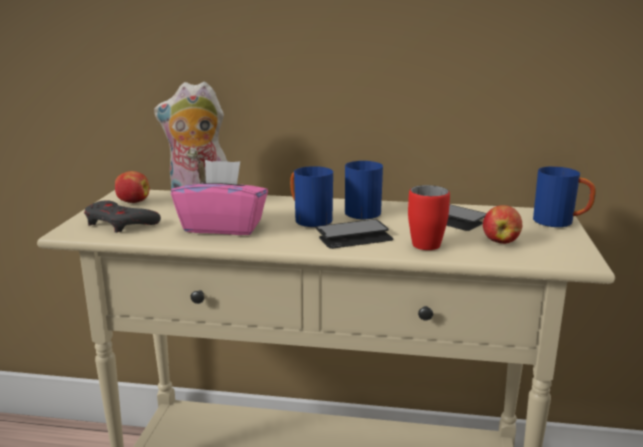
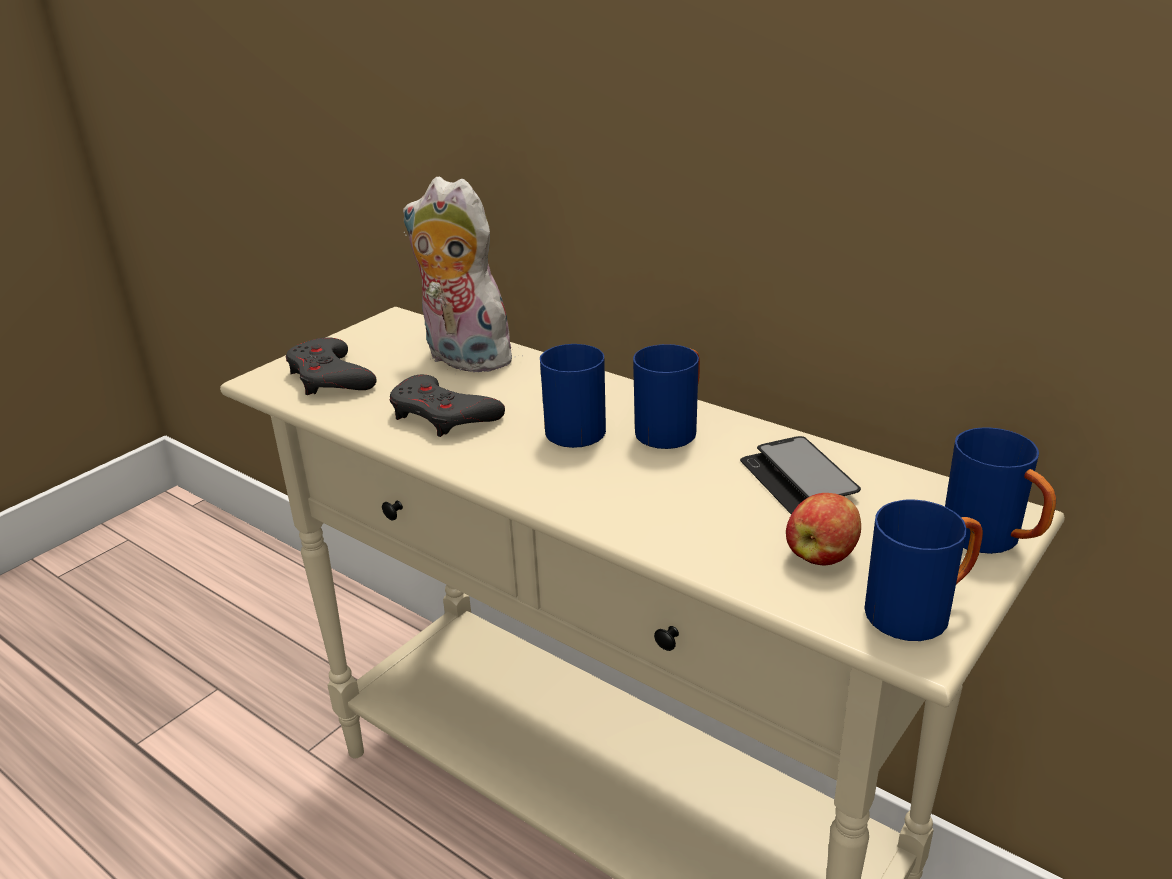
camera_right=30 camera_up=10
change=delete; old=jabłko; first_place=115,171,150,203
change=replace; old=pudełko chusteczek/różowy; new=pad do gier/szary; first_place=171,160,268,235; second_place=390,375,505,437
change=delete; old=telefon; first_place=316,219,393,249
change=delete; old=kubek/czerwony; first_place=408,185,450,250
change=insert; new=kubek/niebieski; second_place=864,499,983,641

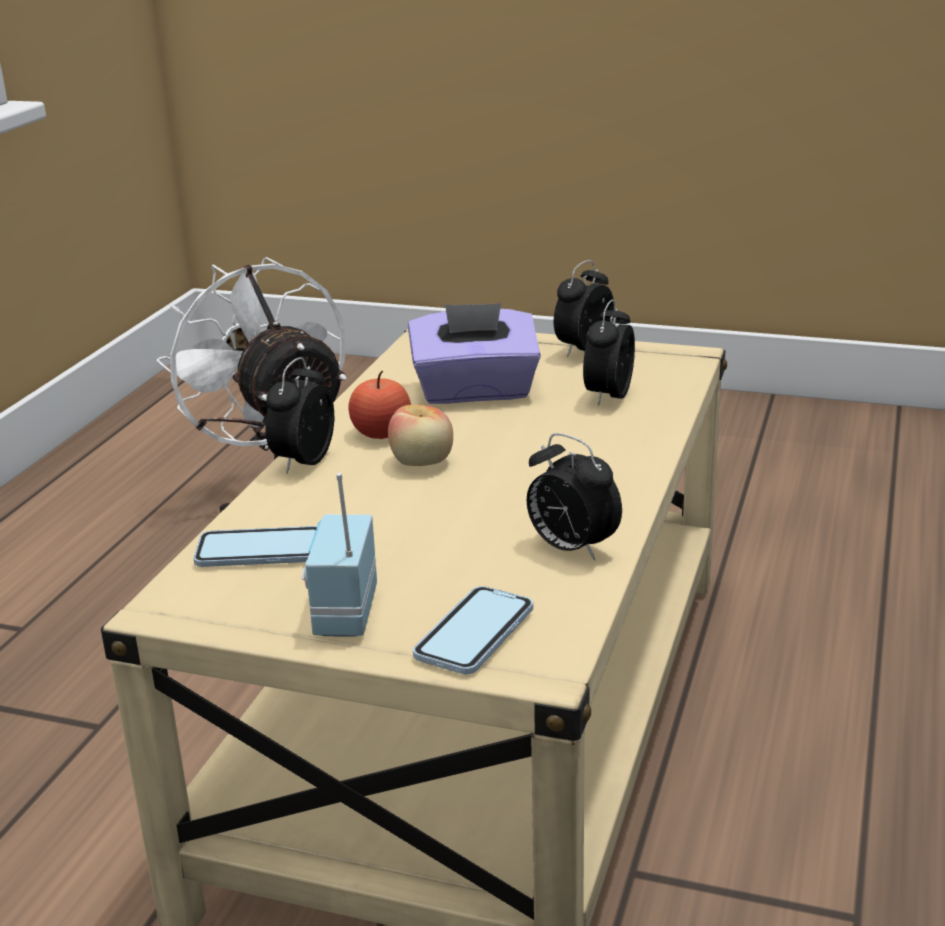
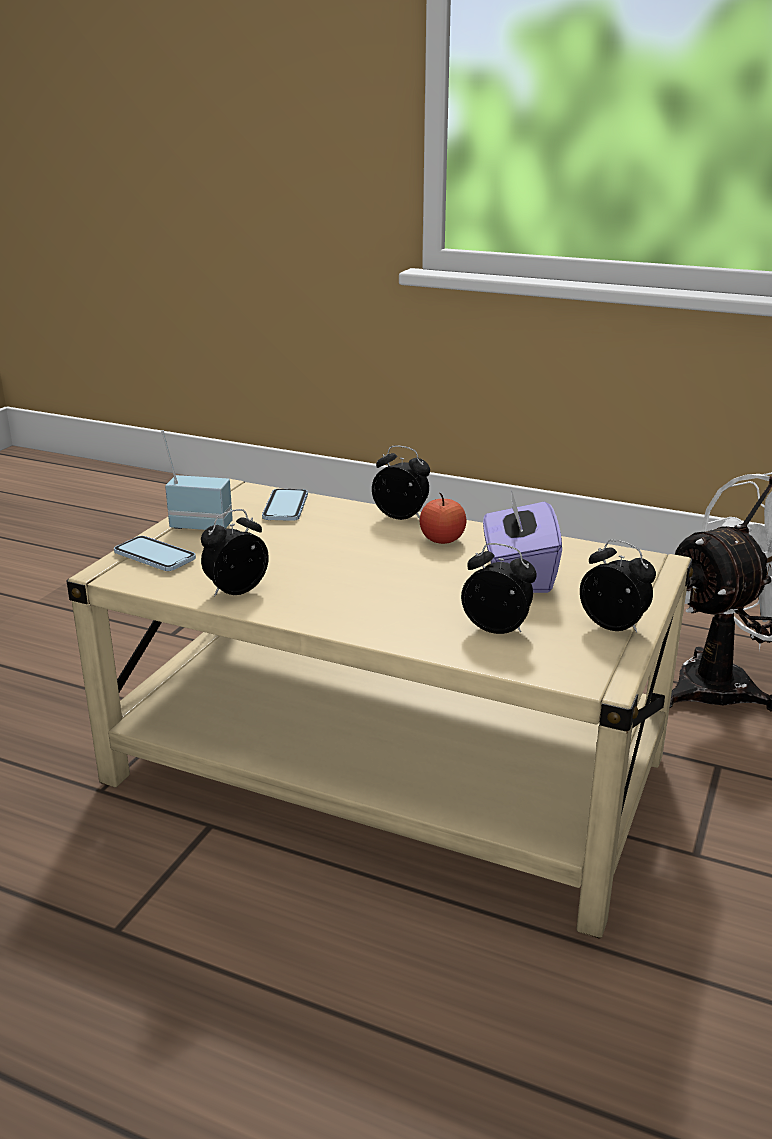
camera_right=95 camera_up=0
change=delete; old=jabłko; first_place=388,405,453,466

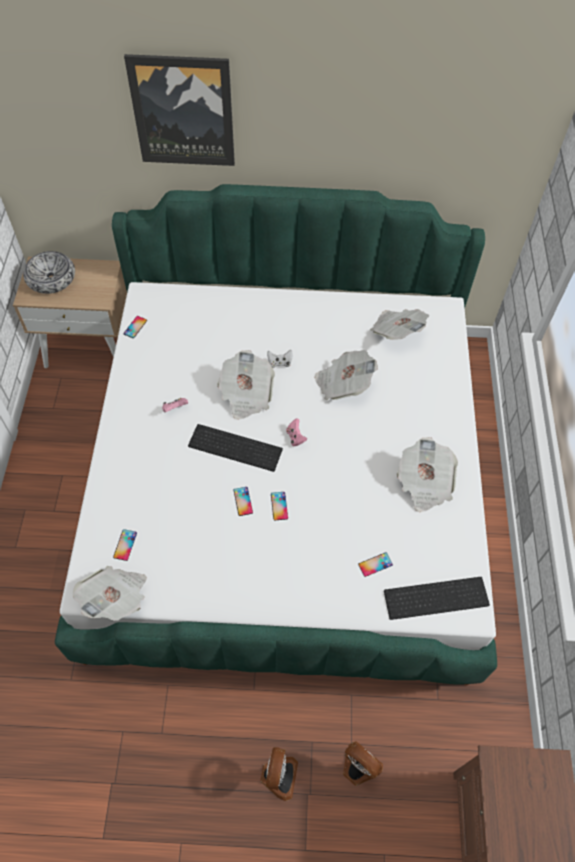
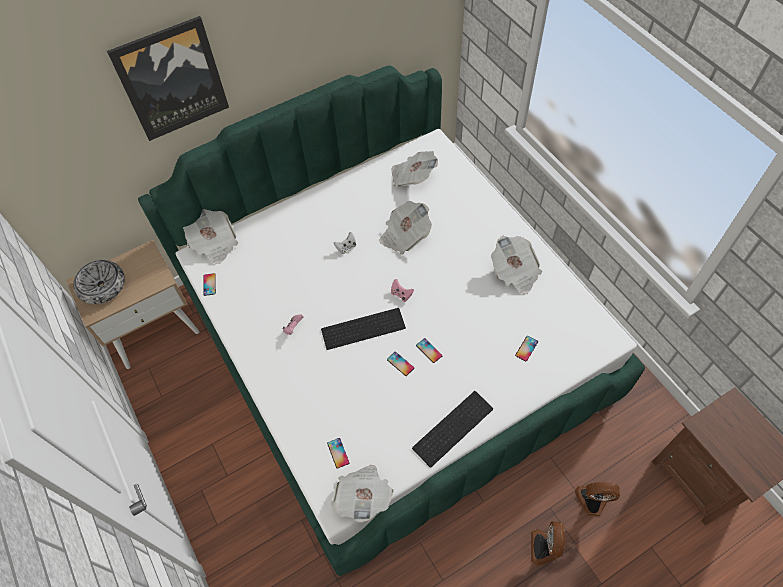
camera_right=-30 camera_up=0
change=move; old=gazeta; first_place=217,350,275,420; second_place=183,209,238,264
change=rotate; old=wentylator; first_place=260,747,298,801; second_place=531,521,565,566; degrees=-150
change=move; old=klawiatura; first_place=384,577,490,620; second_place=412,391,493,468

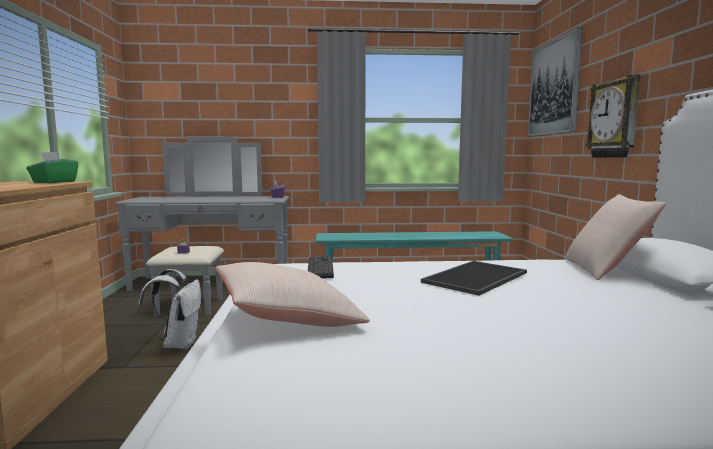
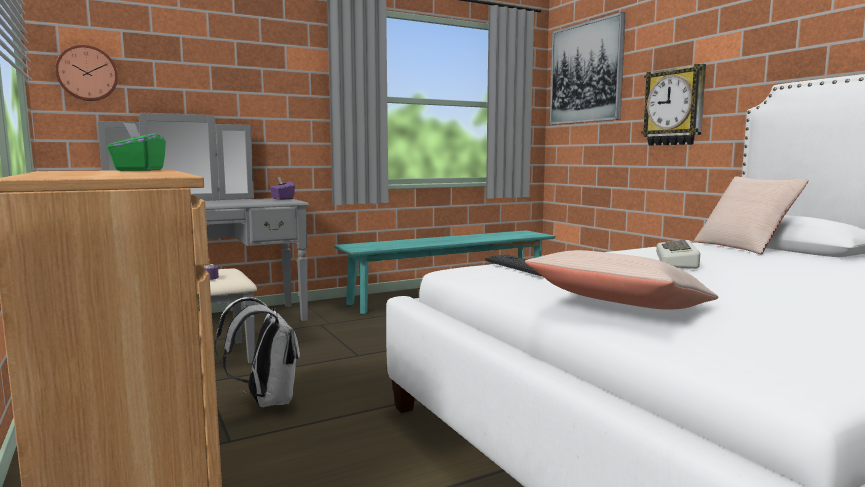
camera_right=-25 camera_up=0
change=replace; old=taca; new=klawiatura; first_place=421,261,527,296; second_place=656,240,700,269
change=insert; new=zegar ścienny; second_place=55,45,118,101

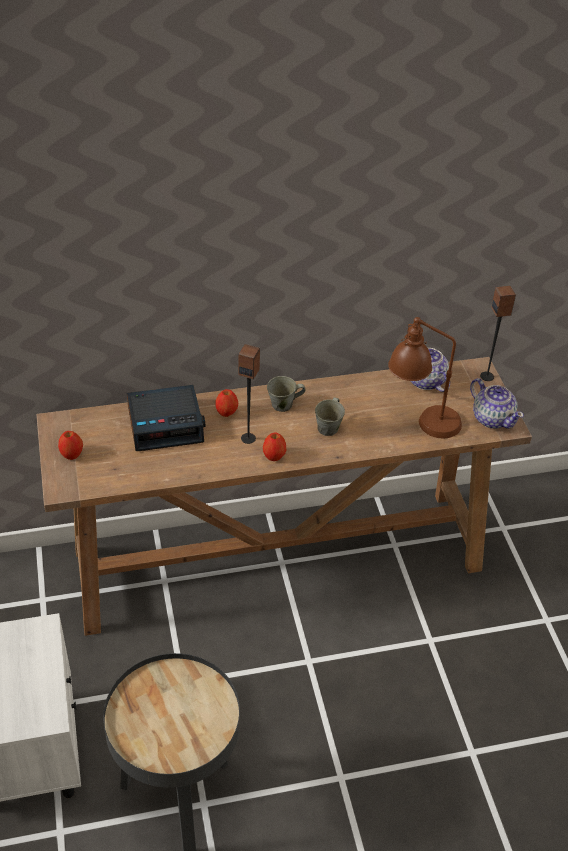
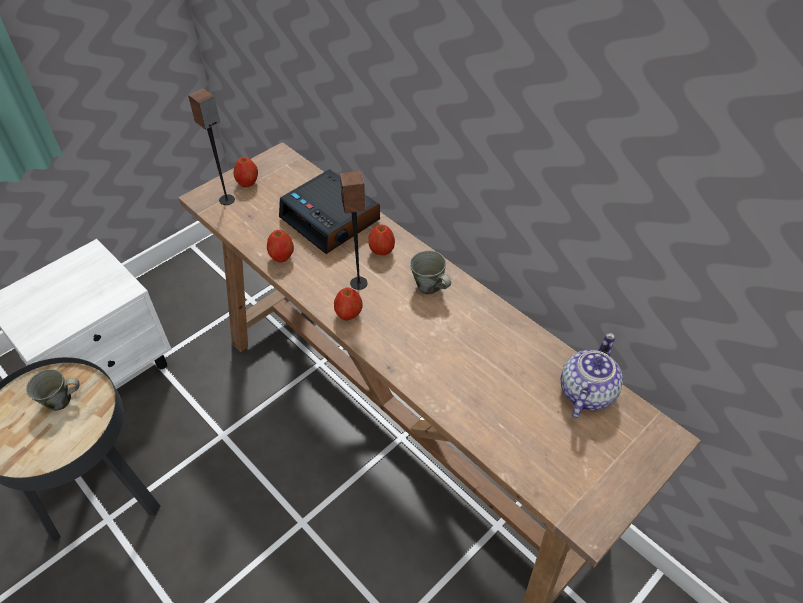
camera_right=60 camera_up=5
change=move; old=kubek/szary; first_place=315,398,345,436; second_place=26,369,79,411
change=delete; old=lampa stołowa/brązowy; first_place=388,317,462,439
change=delete; old=imbryk; first_place=470,378,524,429
change=move; old=głośnik; first_place=480,286,516,381; second_place=188,88,235,205
change=insert; new=jabłko; second_place=267,230,294,262

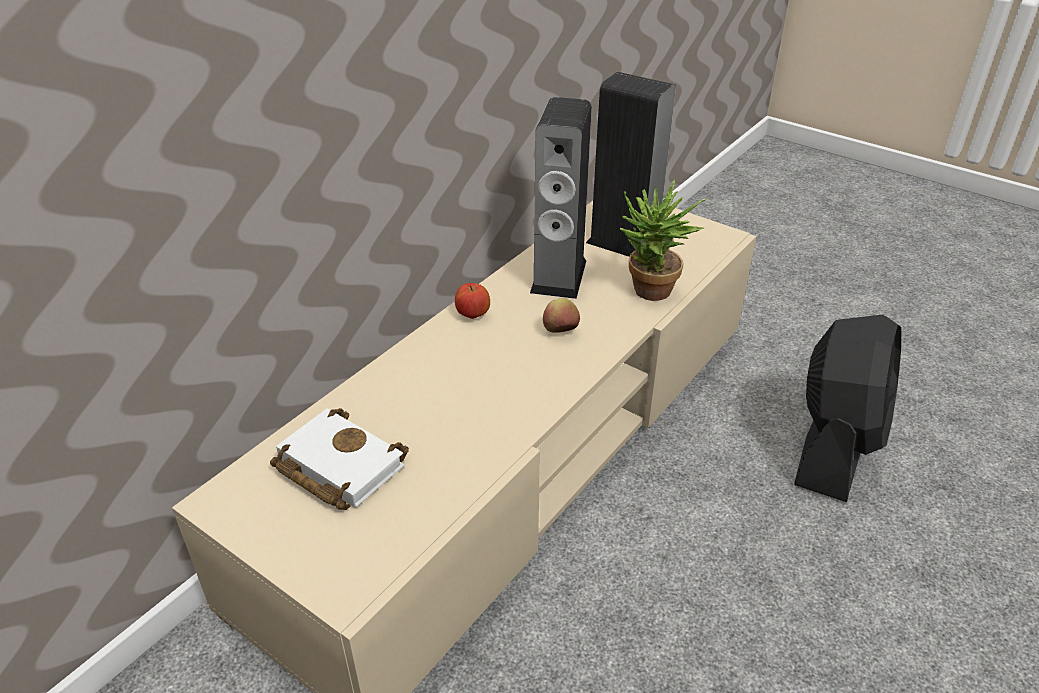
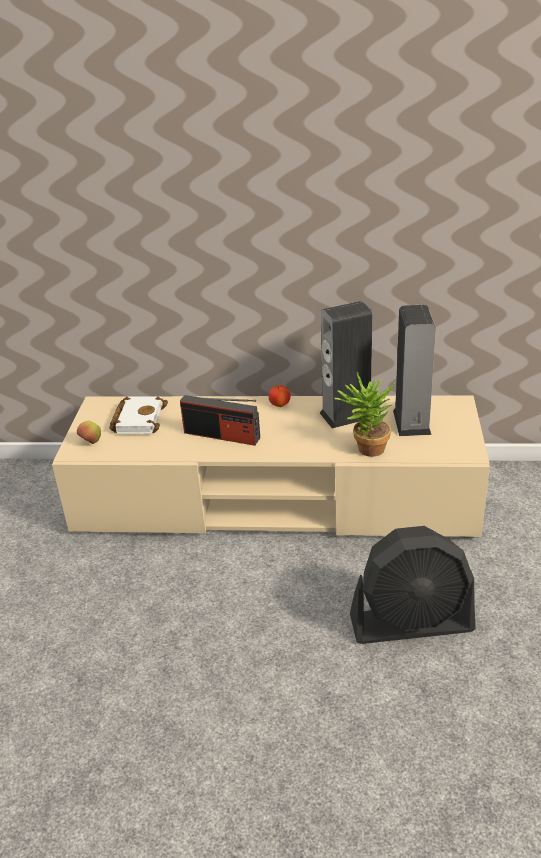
camera_right=60 camera_up=-5
change=move; old=jabłko; first_place=543,298,580,333; second_place=77,421,101,444
change=insert; new=radio; second_place=180,395,260,446

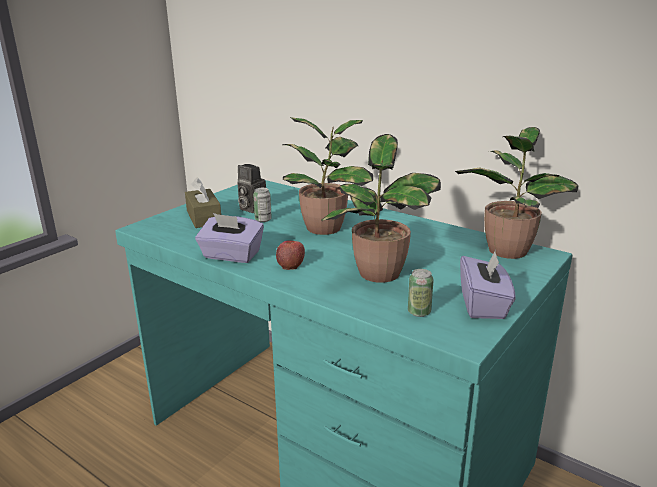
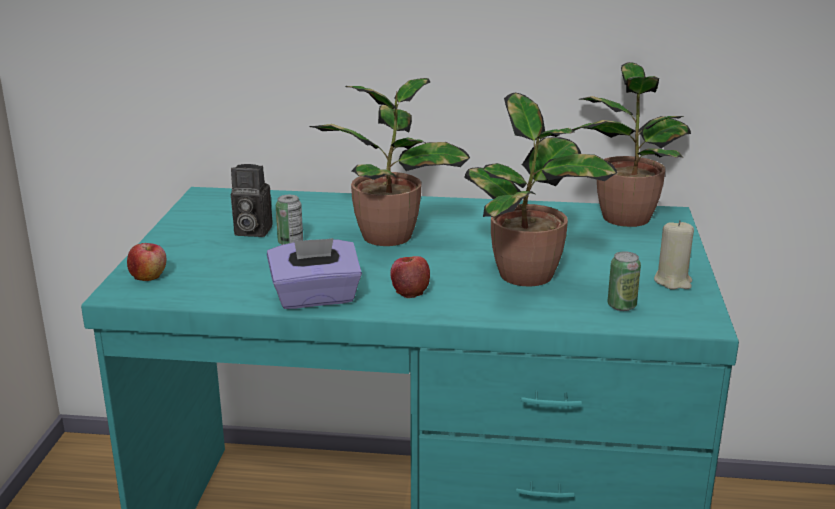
camera_right=-30 camera_up=0
change=delete; old=pudełko chusteczek/brązowy; first_place=185,178,221,228
change=replace; old=pudełko chusteczek/fioletowy; new=świeca/beżowy; first_place=460,250,516,319; second_place=654,220,694,290
change=insert; new=jabłko; second_place=127,243,166,281

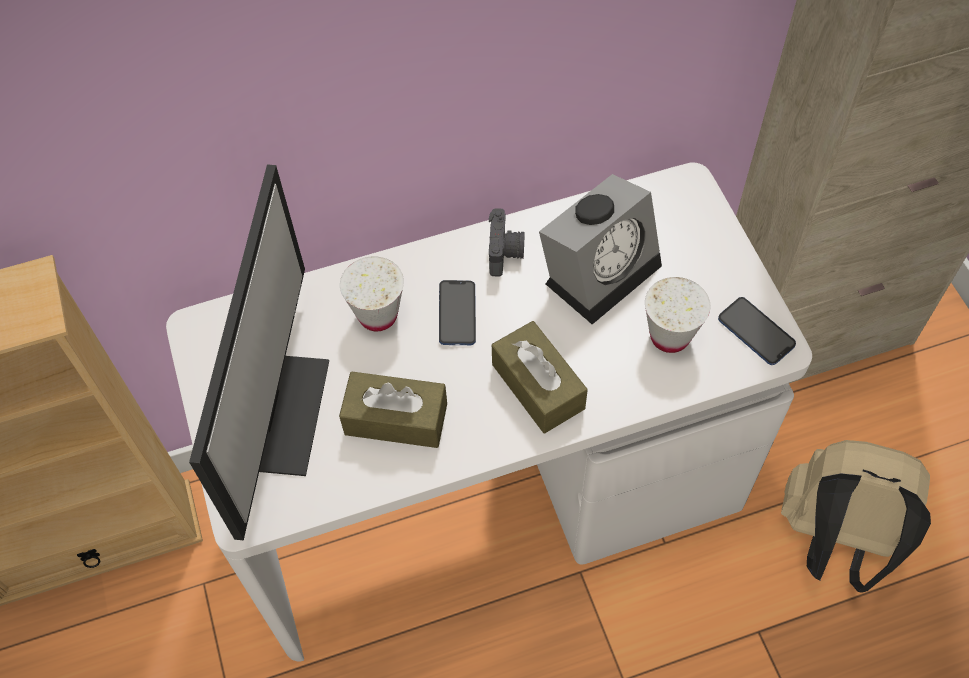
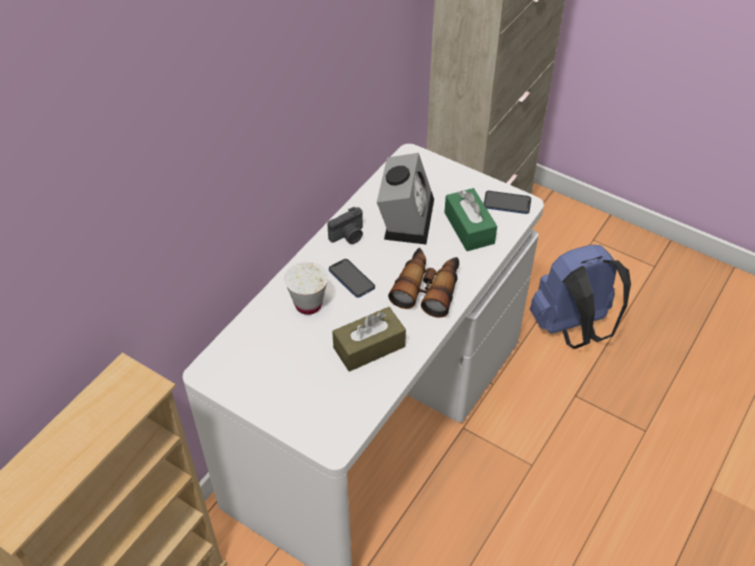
camera_right=-40 camera_up=-10
change=delete; old=monitor; first_place=189,165,329,541
change=rotate; old=aparat fotograficzny; first_place=489,208,525,277; second_place=327,207,363,244; degrees=90
change=replace; old=pudełko chusteczek/brązowy; new=lornetka; first_place=492,321,588,433; second_place=388,248,459,318
change=replace; old=filiżanka/biały; new=pudełko chusteczek/zielony; first_place=645,277,710,353; second_place=444,188,497,251
change=recolor; old=plecak/beżowy; new=plecak/niebieski; first_place=781,440,931,593; second_place=530,245,631,349

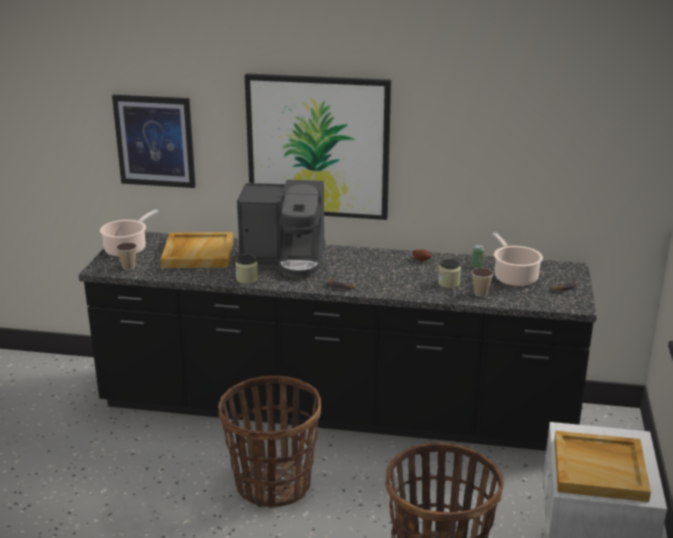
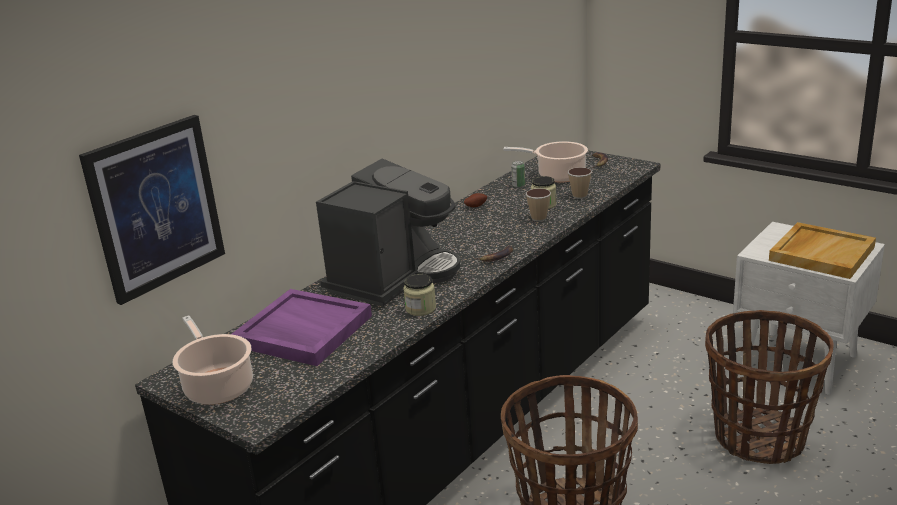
camera_right=-60 camera_up=0
change=move; old=filiżanka; first_place=116,243,137,270; second_place=526,188,551,222
change=recolor; old=taca/beżowy; new=taca/fioletowy; first_place=160,232,233,268; second_place=232,289,372,366
change=delete; old=obraz; first_place=245,73,391,220

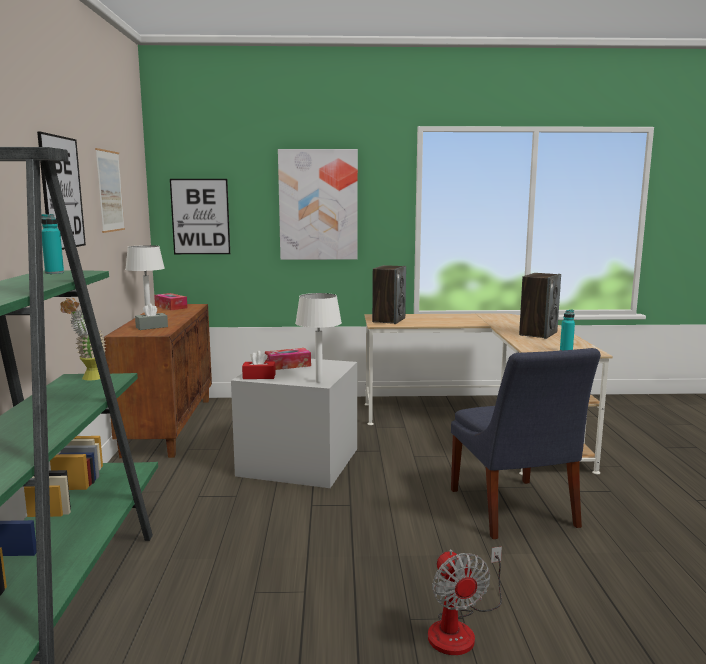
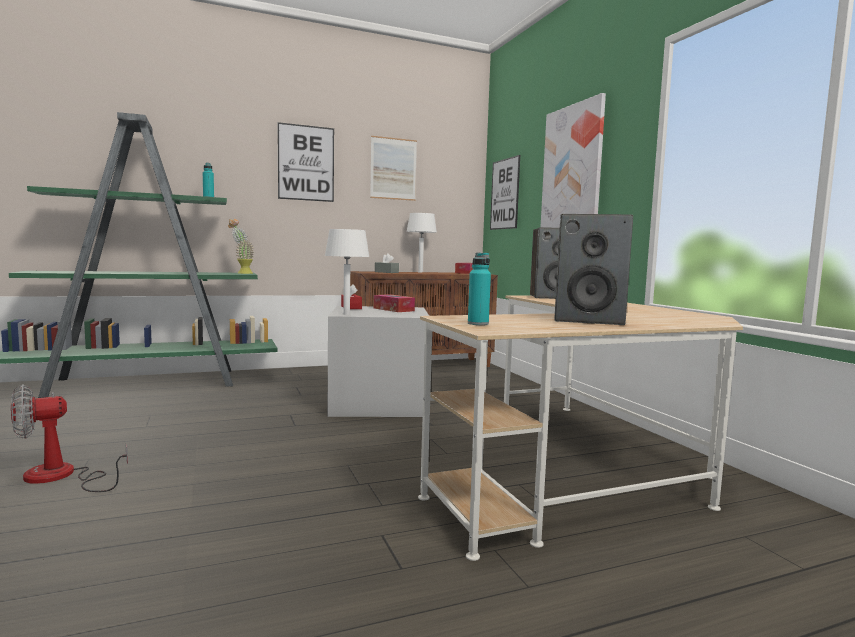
camera_right=70 camera_up=-5
change=delete; old=krzesło/niebieski; first_place=451,348,601,539

